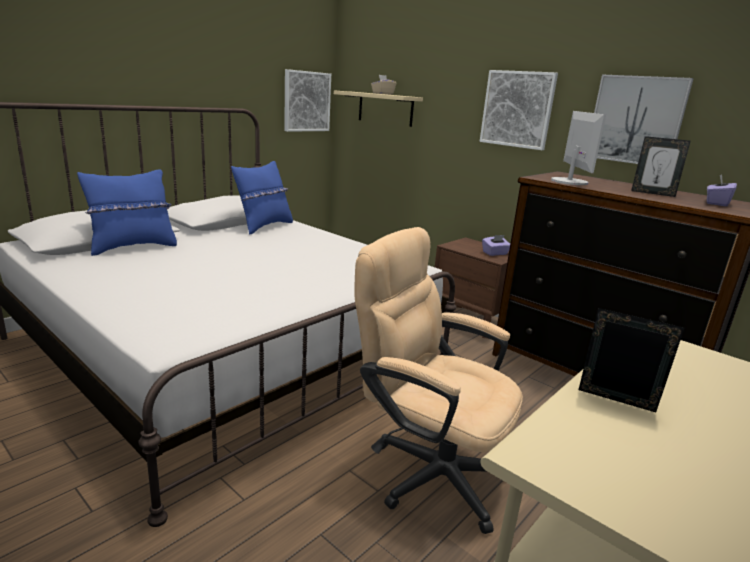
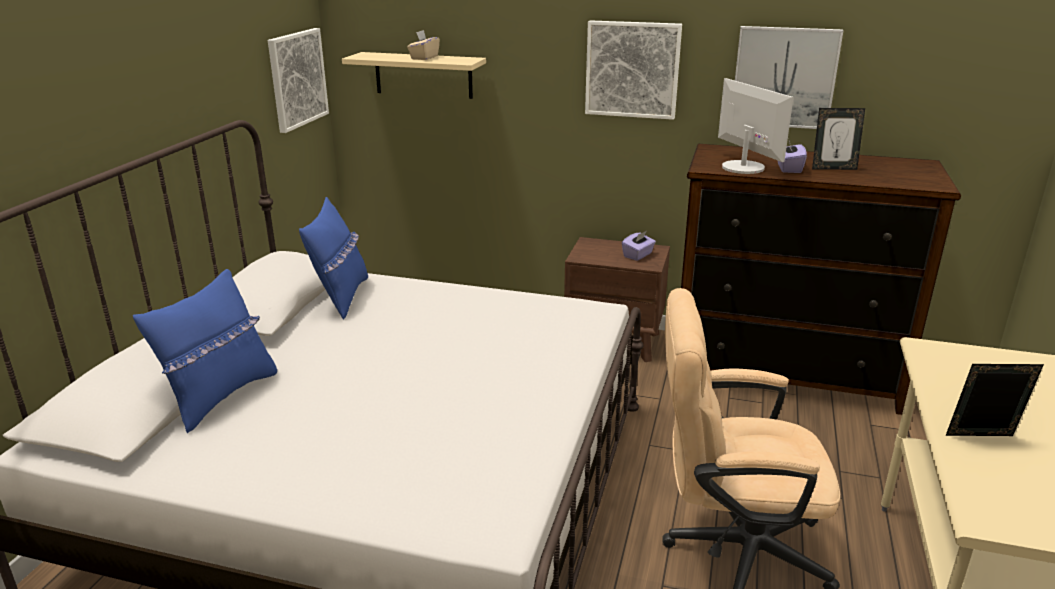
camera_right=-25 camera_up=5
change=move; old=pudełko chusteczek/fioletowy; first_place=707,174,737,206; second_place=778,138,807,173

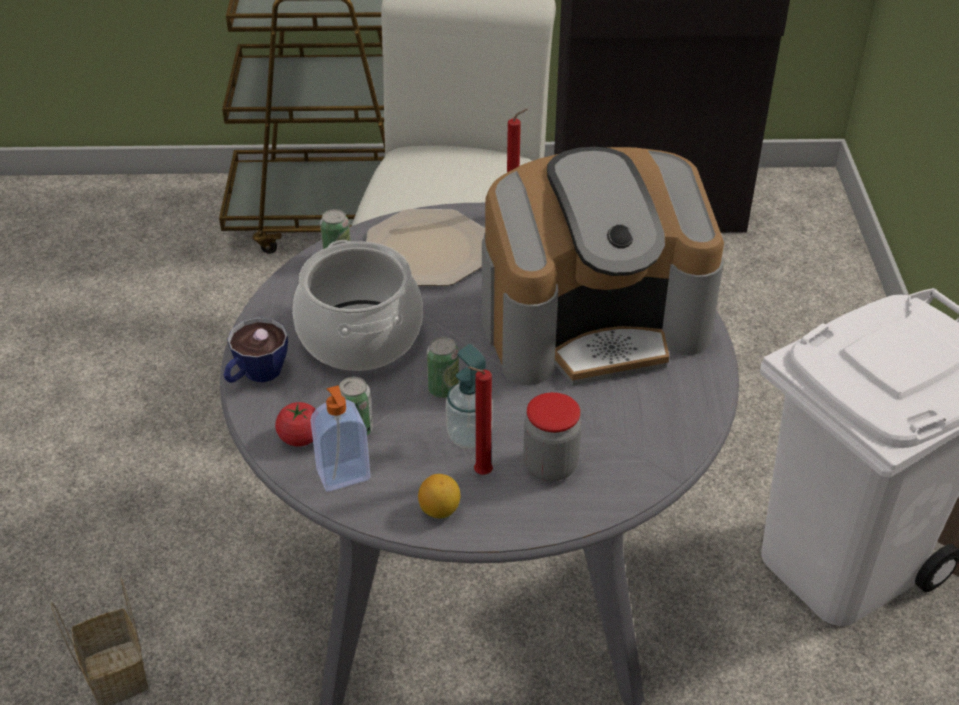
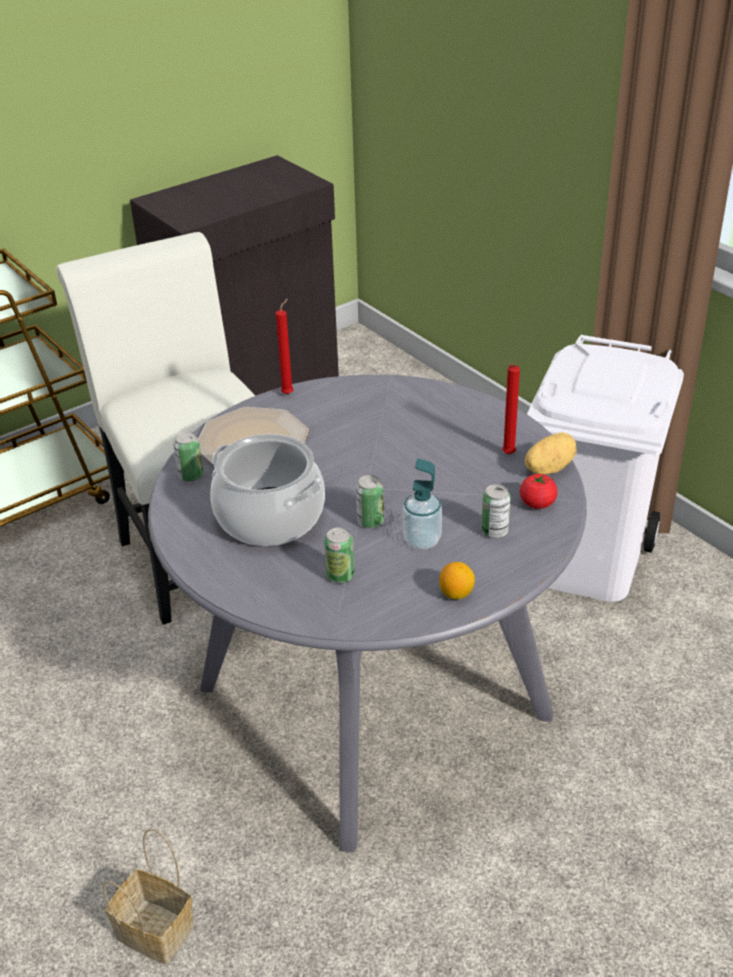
camera_right=-35 camera_up=-5
change=delete; old=filiżanka; first_place=223,317,288,383
change=move; old=pomidor; first_place=275,402,316,447; second_place=520,474,558,509
change=delete; old=dozownik mydła; first_place=310,385,370,492
change=move; old=świeca/czerwony; first_place=468,367,493,475; second_place=502,363,520,454
change=delete; old=ekspres do kawy; first_place=482,147,724,385
change=replace; old=słoik; new=puszka; first_place=523,392,581,481; second_place=481,484,511,538
change=insert; new=ziemniak; second_place=525,432,576,475

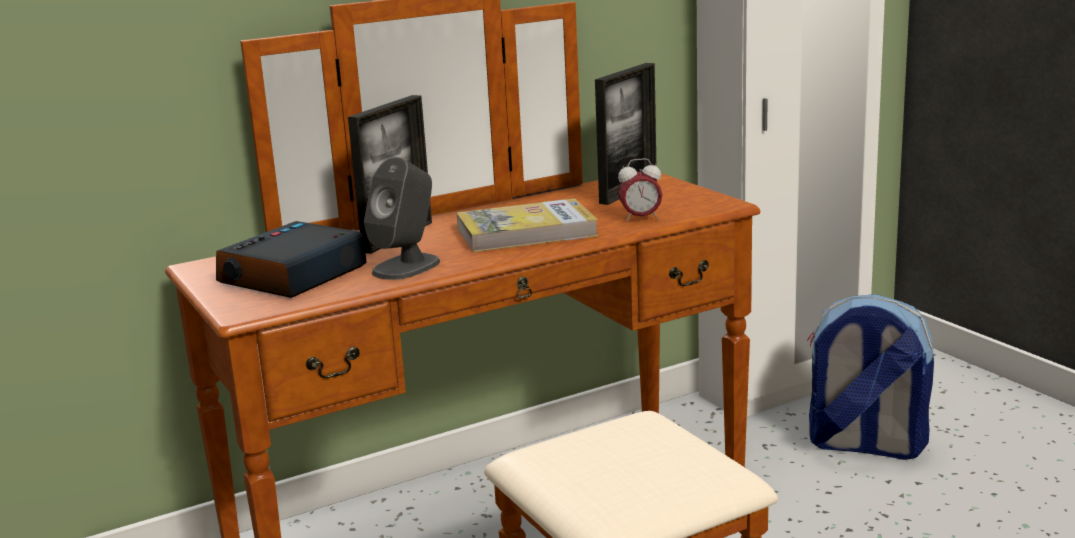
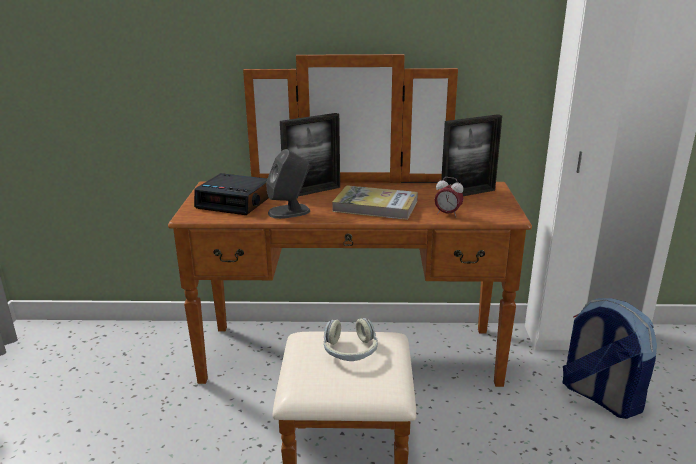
camera_right=30 camera_up=5
change=rotate; old=budzik; first_place=216,221,367,298; second_place=194,173,269,215; degrees=-135
change=insert; new=słuchawki; second_place=324,318,378,361

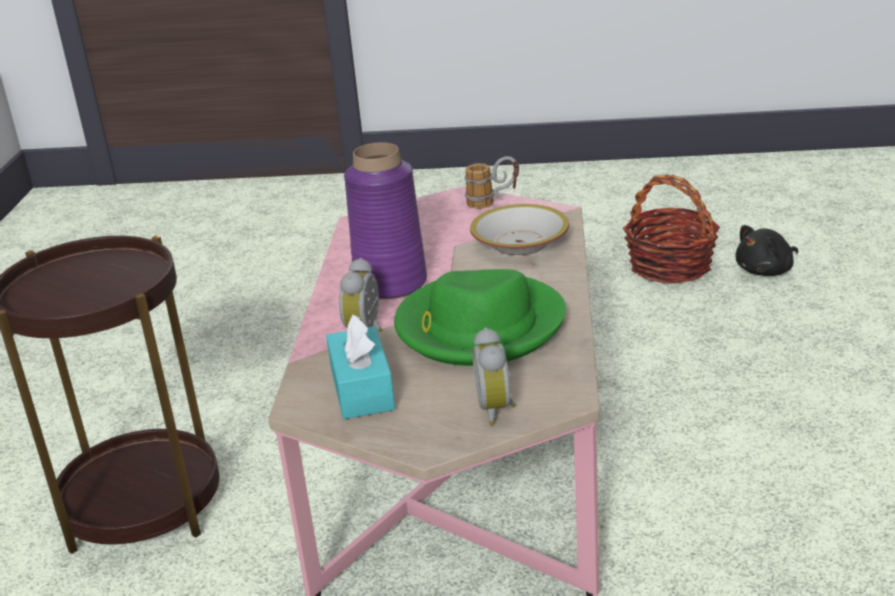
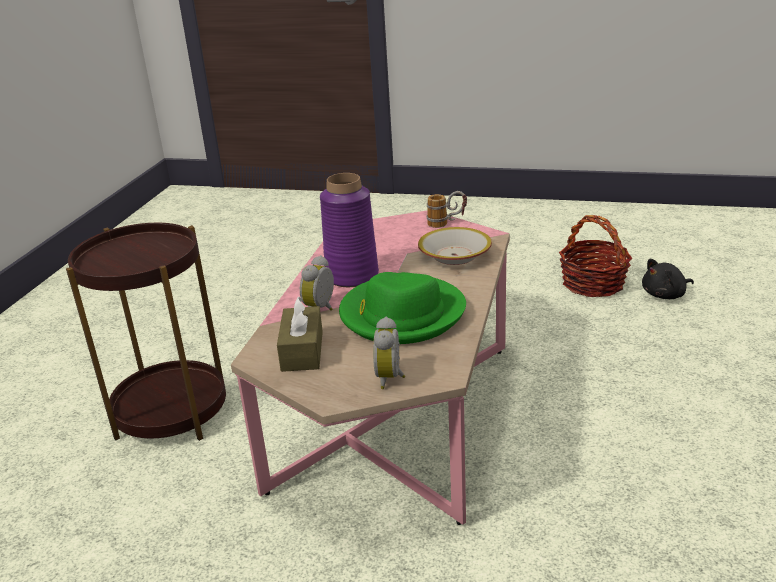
camera_right=10 camera_up=0
change=recolor; old=pudełko chusteczek/turkusowy; new=pudełko chusteczek/brązowy; first_place=326,315,396,419; second_place=277,296,323,372

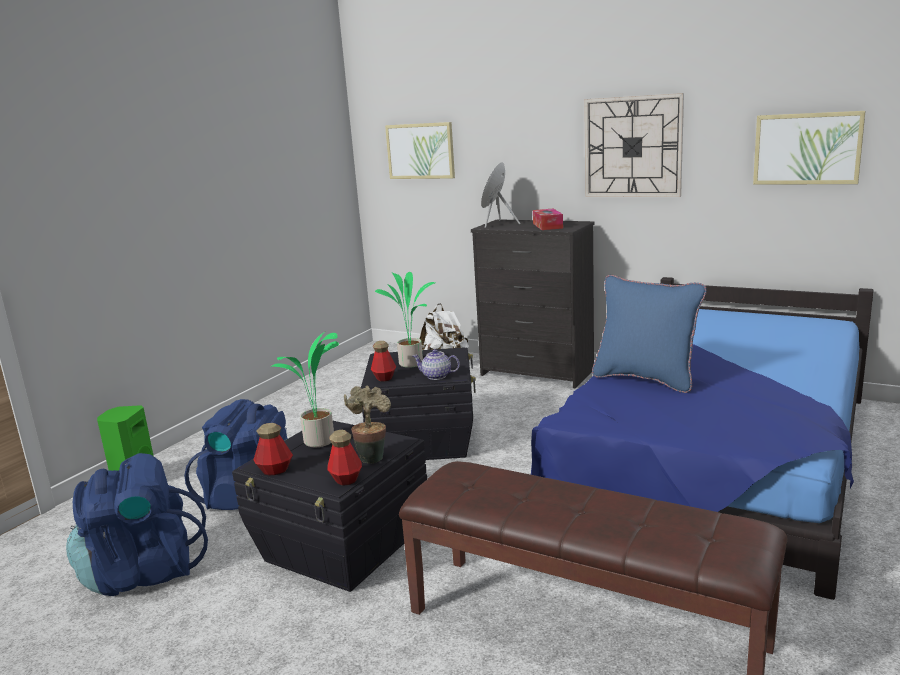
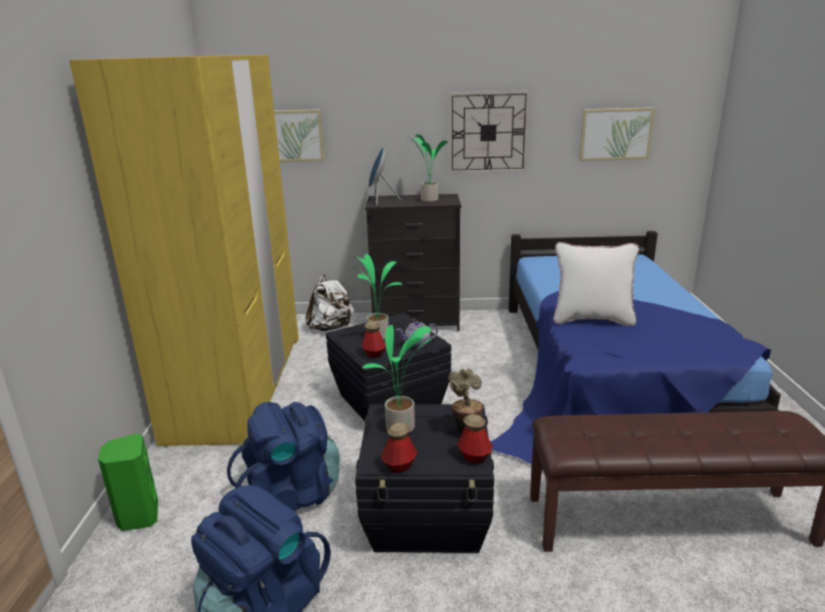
camera_right=-30 camera_up=5
change=replace; old=pudełko chusteczek; new=roślina doniczkowa; first_place=533,209,563,230; second_place=408,135,448,202
change=recolor; old=poduszka/niebieski; new=poduszka/biały; first_place=592,275,707,393; second_place=554,242,639,326
change=insert; new=szafa/żółty; second_place=69,55,299,447

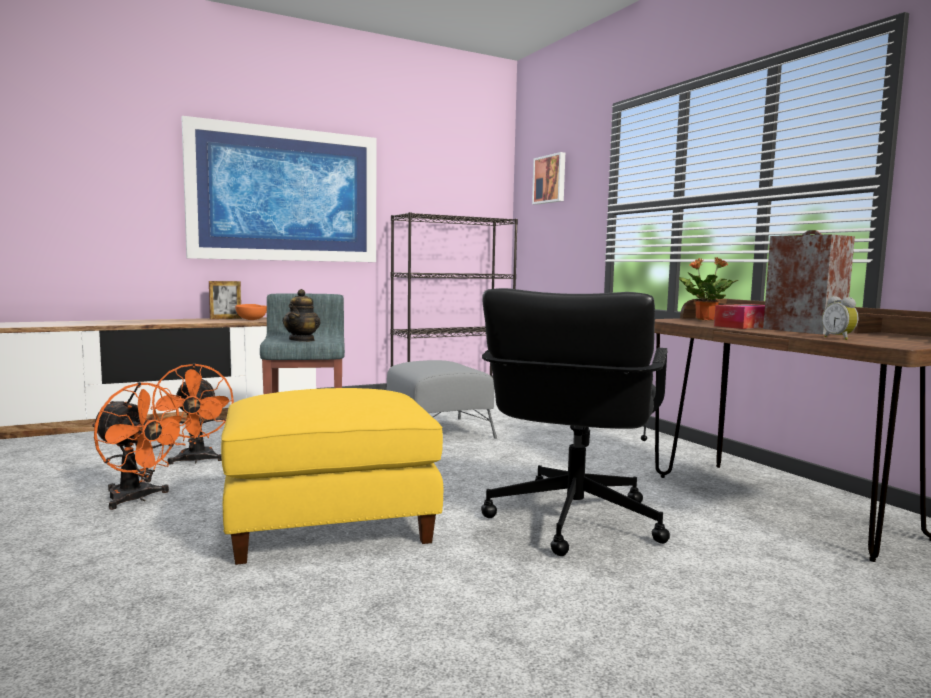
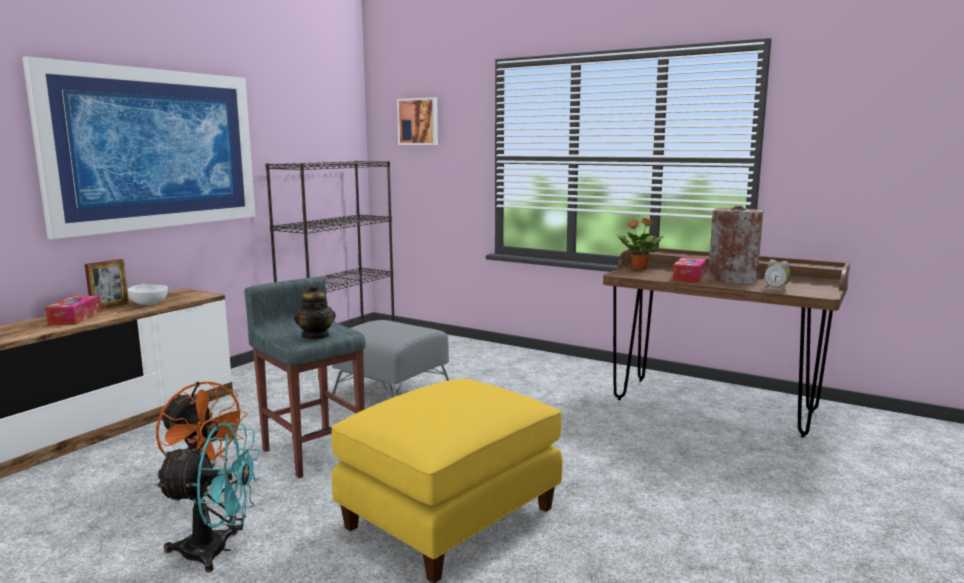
camera_right=-30 camera_up=5
change=recolor; old=wentylator/pomarańczowy; new=wentylator/turkusowy; first_place=92,382,190,510; second_place=154,422,260,573
change=recolor; old=miska/pomarańczowy; new=miska/biały; first_place=235,304,267,320; second_place=127,284,168,305
change=delete; old=krzesło biurowe/czarny; first_place=481,288,670,556
change=insert; new=pudełko chusteczek; second_place=45,296,102,325

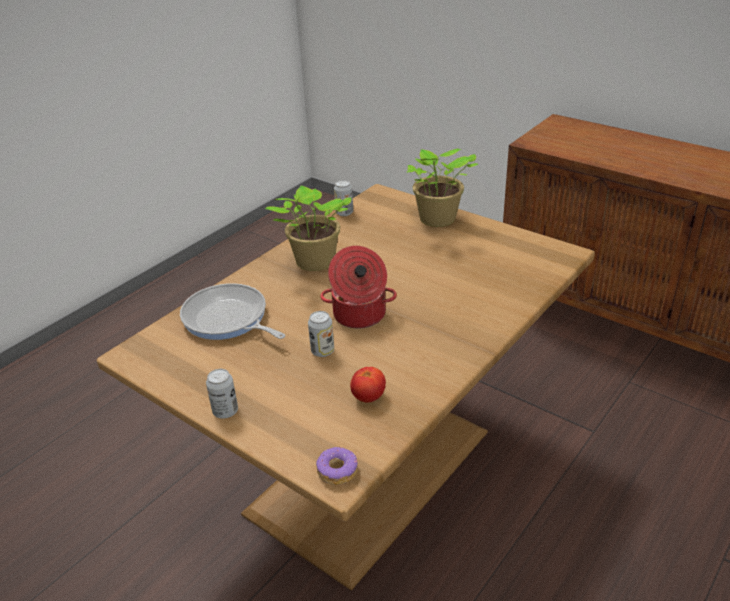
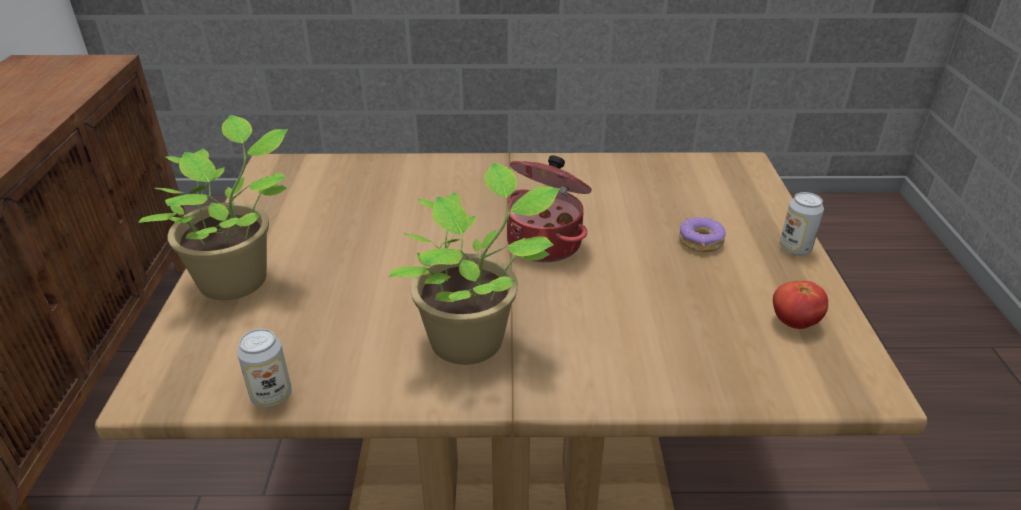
camera_right=-130 camera_up=0
change=delete; old=patelnia; first_place=180,283,285,340
change=delete; old=puszka; first_place=308,311,334,357
change=move; old=donut; first_place=316,447,358,485; second_place=679,217,726,252
change=move; old=pomidor; first_place=350,367,386,403; second_place=773,281,828,329

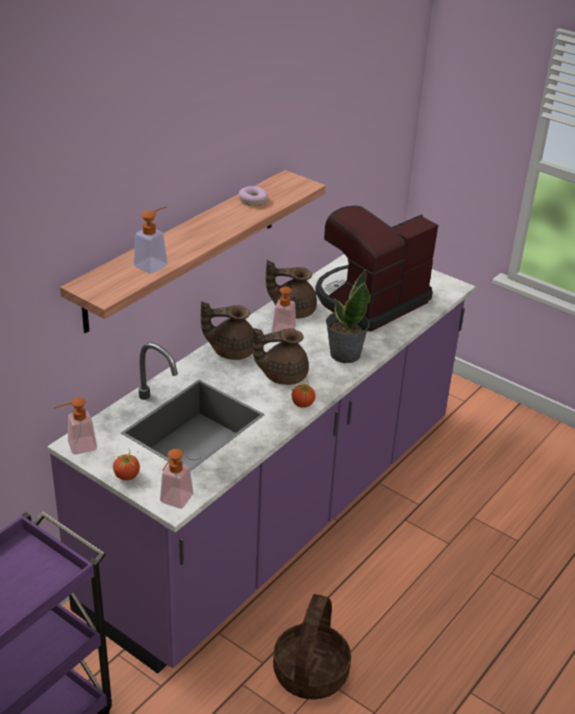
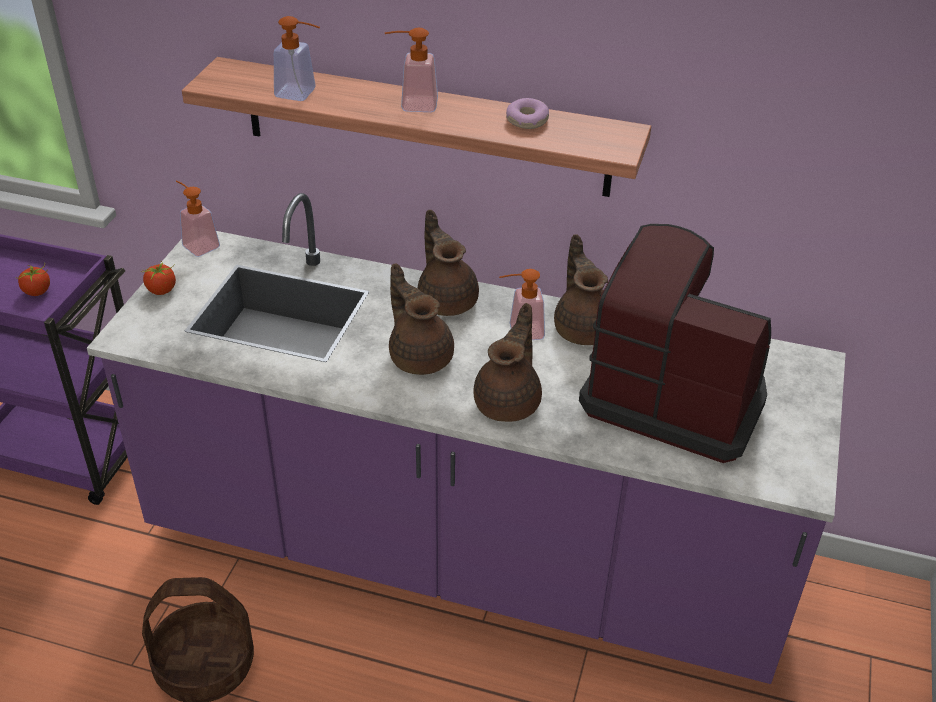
camera_right=70 camera_up=5
change=move; old=dozownik mydła; first_place=160,449,194,509; second_place=385,28,438,112
change=move; old=pomidor; first_place=292,380,315,408; second_place=15,265,50,296
change=replace; old=roślina doniczkowa; new=imbryk/brązowy; first_place=326,270,370,363; second_place=474,303,542,422

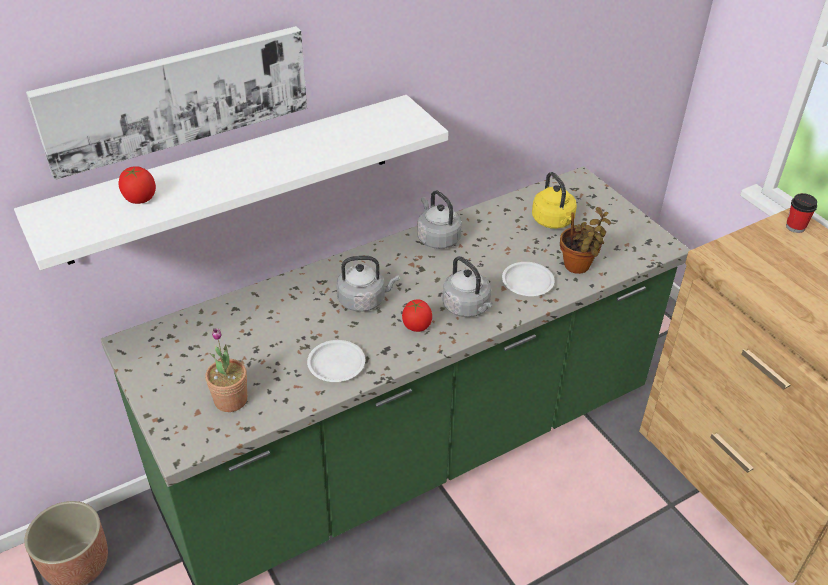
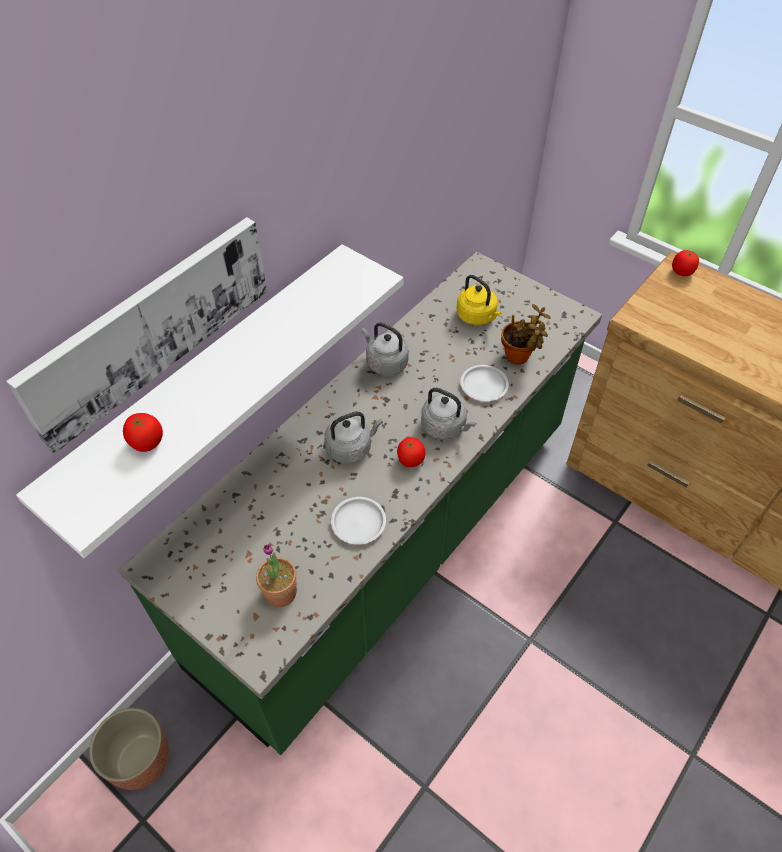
camera_right=-20 camera_up=10
change=replace; old=filiżanka; new=pomidor; first_place=786,193,817,233; second_place=672,250,699,276

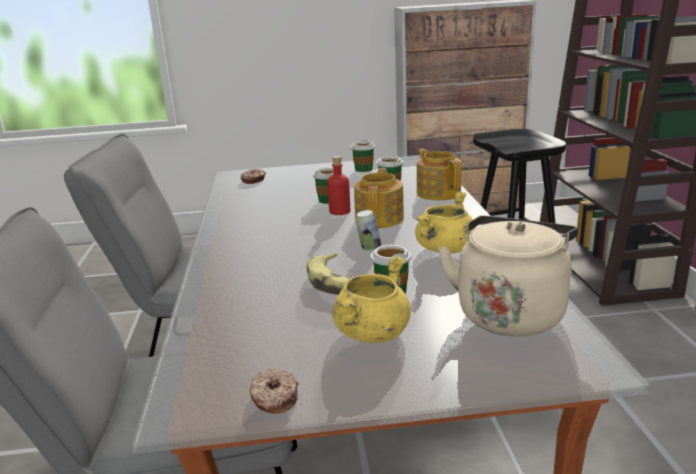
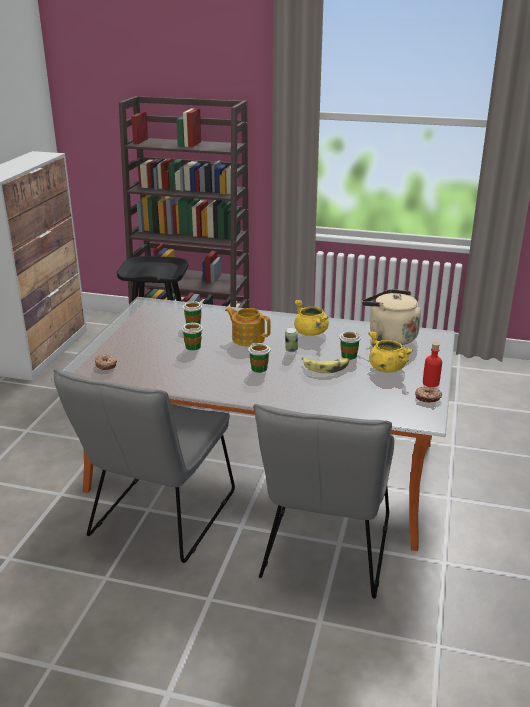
camera_right=-70 camera_up=5
change=move; old=butelka/czerwony; first_place=327,155,350,215; second_place=423,342,442,387
change=move; old=filiżanka; first_place=351,140,375,172; second_place=248,343,270,373
change=delete; old=imbryk; first_place=417,149,461,201

